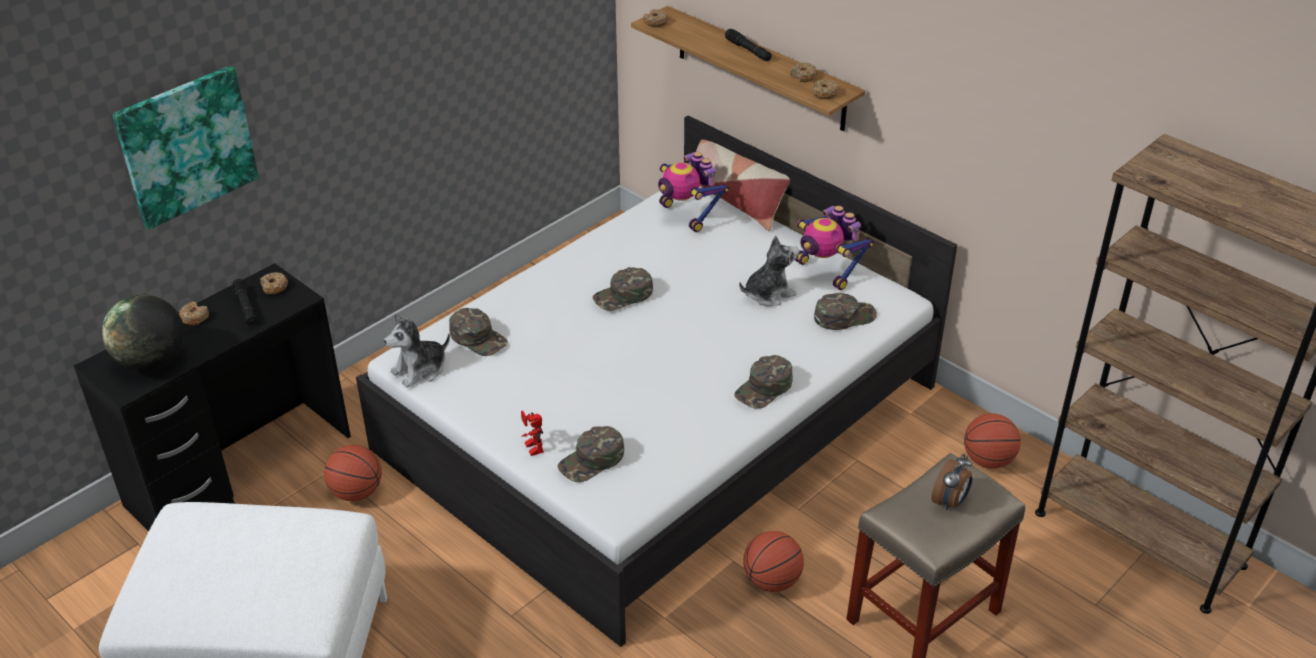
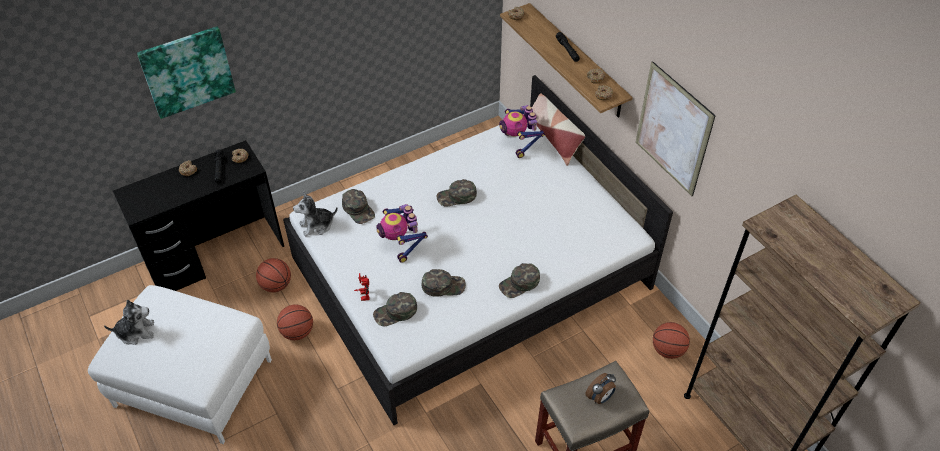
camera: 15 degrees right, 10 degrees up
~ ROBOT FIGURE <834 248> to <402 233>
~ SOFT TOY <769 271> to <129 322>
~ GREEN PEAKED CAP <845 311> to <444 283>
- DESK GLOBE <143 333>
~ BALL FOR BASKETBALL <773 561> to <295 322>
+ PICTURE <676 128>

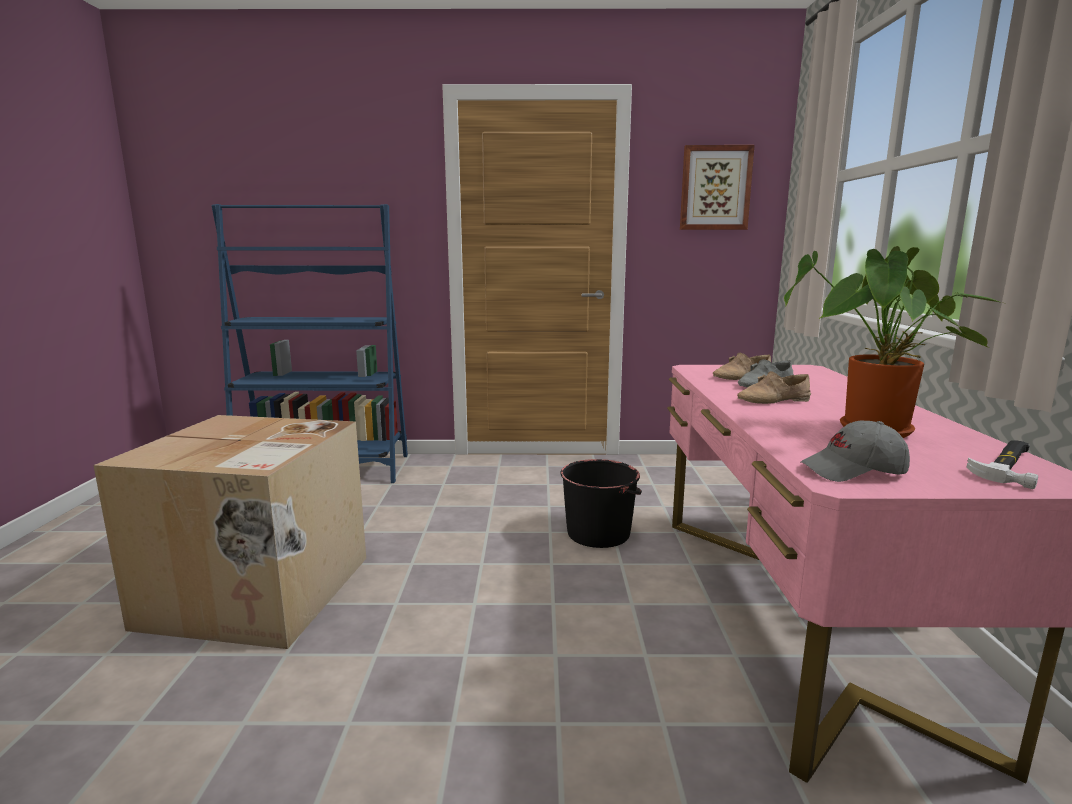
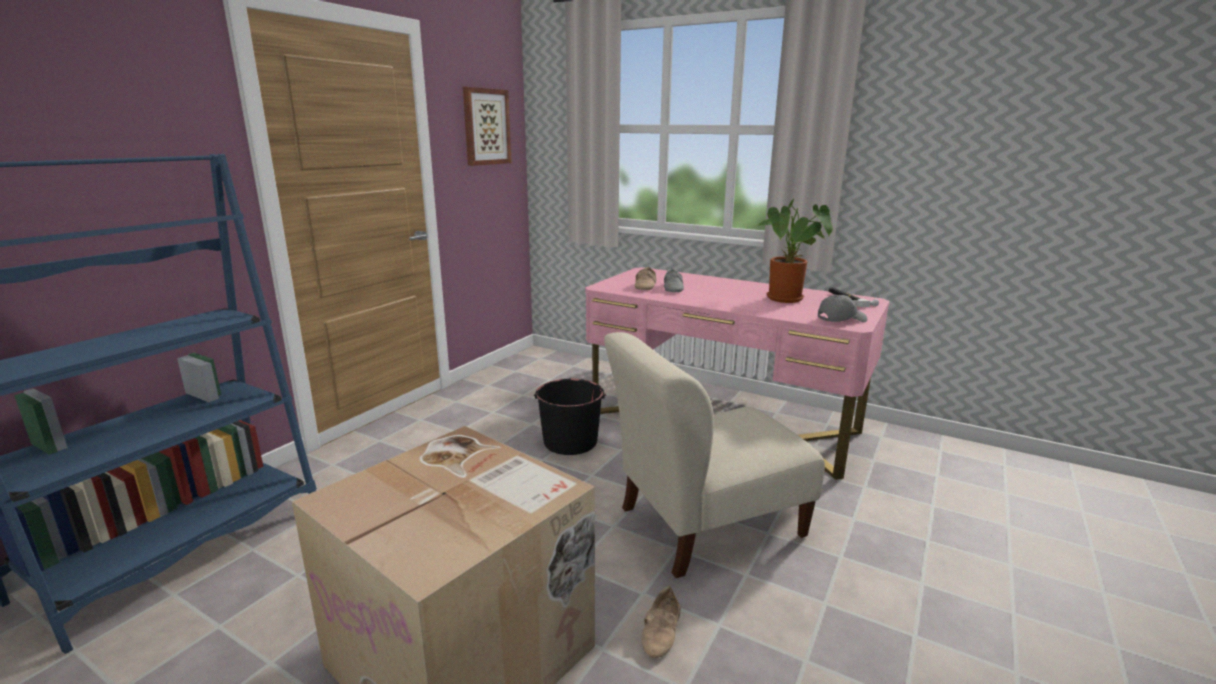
camera: 60 degrees left, 5 degrees up
~ SAND-COLOURED LOW SHOE <774 387> to <661 622>
~ GRAY PEAKED CAP <855 451> = <843 308> 135 degrees counterclockwise
+ SAND-COLOURED UPRIGHT CHAIR <714 455>

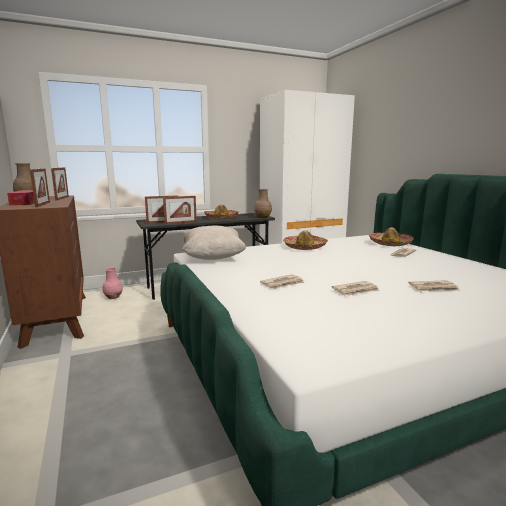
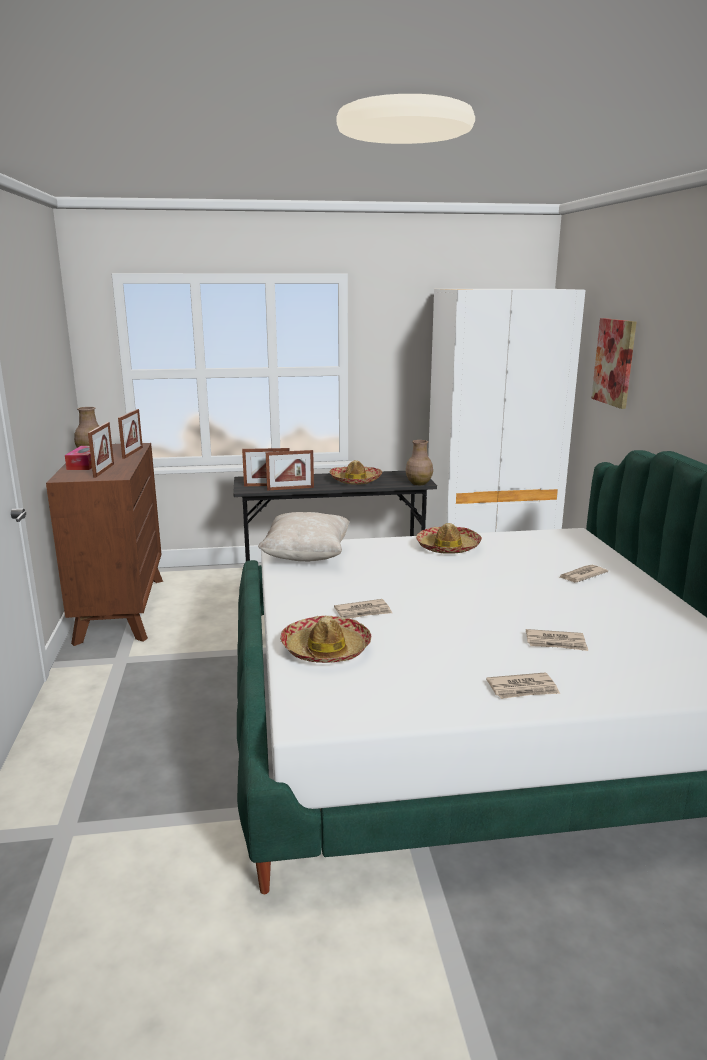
camera: 15 degrees right, 5 degrees up
~ WEARABLE HAT <391 236> to <325 639>
- PINKISH DECORATIVE VASE <113 283>
~ PRINTED PAPER <356 288> to <523 685>
+ PICTURE <613 363>

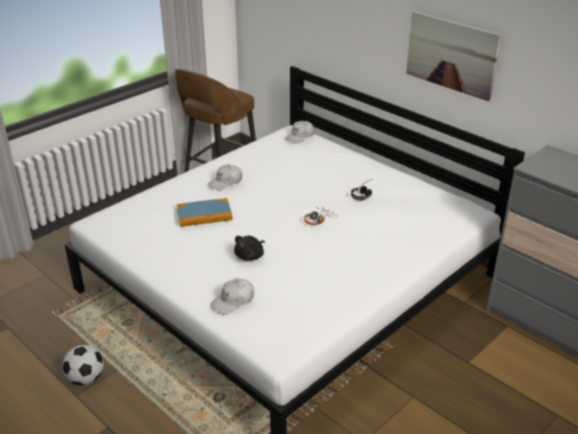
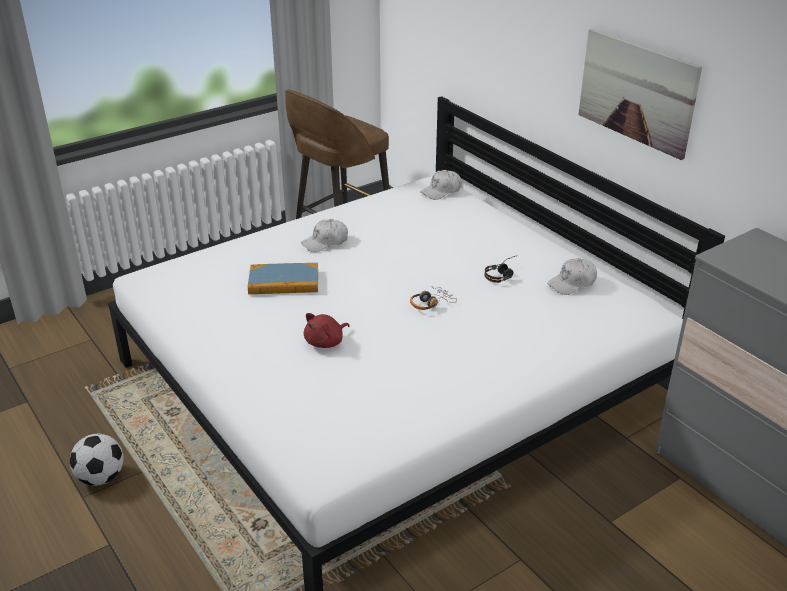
camera: 10 degrees right, 0 degrees up
~ BLACKISH SOFT TOY <249 248> to REDDISH SOFT TOY <327 330>
~ WHITE-COLOURED PEAKED CAP <232 296> to <572 276>

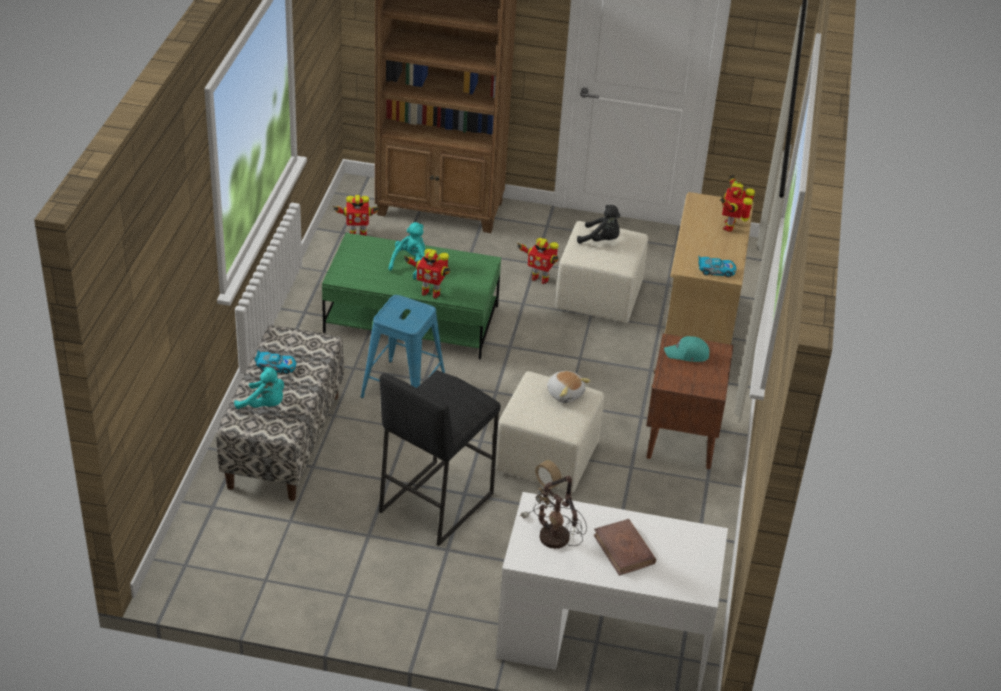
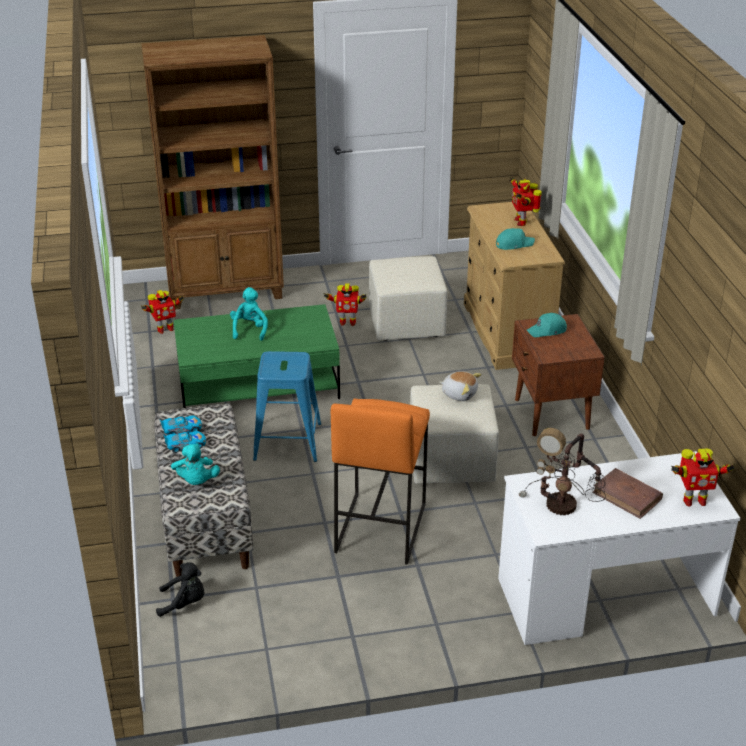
camera: 20 degrees left, 5 degrees down
~ BLACKISH SOFT TOY <598 224> to <180 589>
~ ROBOT FIGURE <427 273> to <703 477>
~ TOY CAR <717 266> to <181 425>
~ TURQUOISE-COLOURED SOFT TOY <259 388> = <195 464> 75 degrees clockwise
~ BLACKISH STOOL SEAT <440 458> to ORANGE STOOL SEAT <380 482>
+ TURQUOISE-COLOURED PEAKED CAP <515 239>

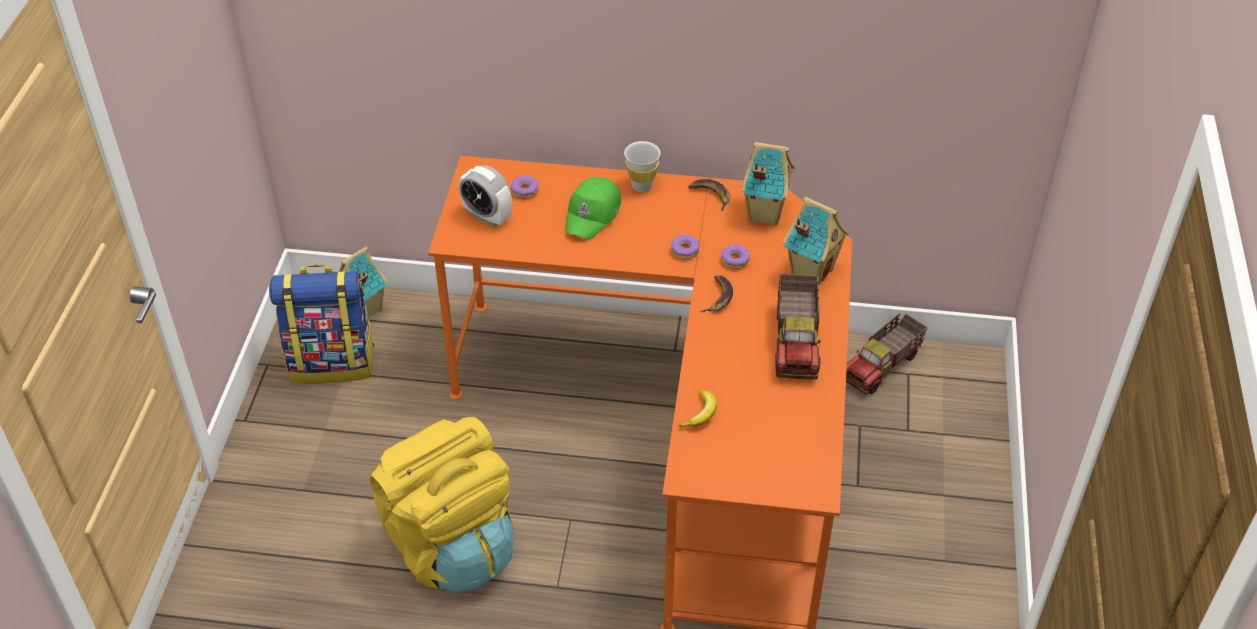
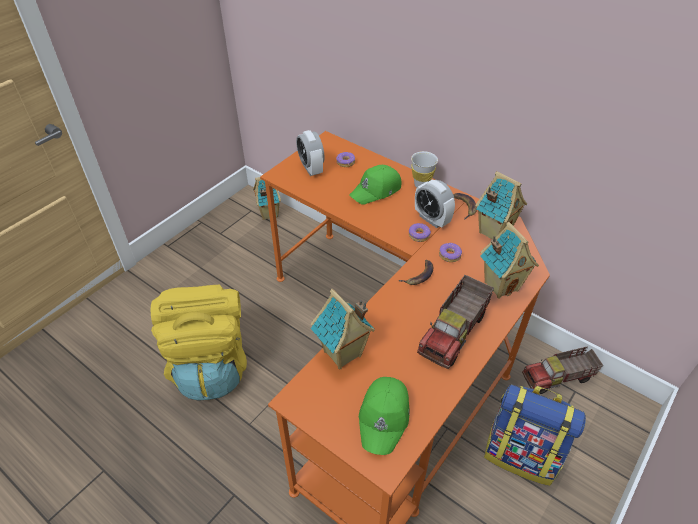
camera: 30 degrees right, 0 degrees up
~ BACKPACK <322 324> to <535 435>
~ WHOLE BANANA <697 408> to MODEL HOUSE <343 329>
+ ALARM CLOCK <435 204>
+ GREEN PEAKED CAP <384 416>

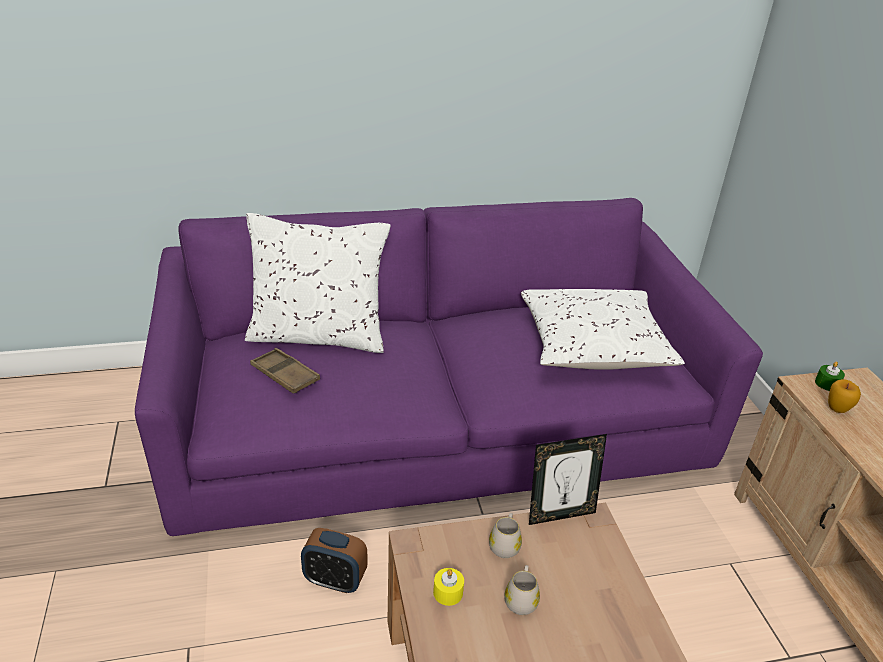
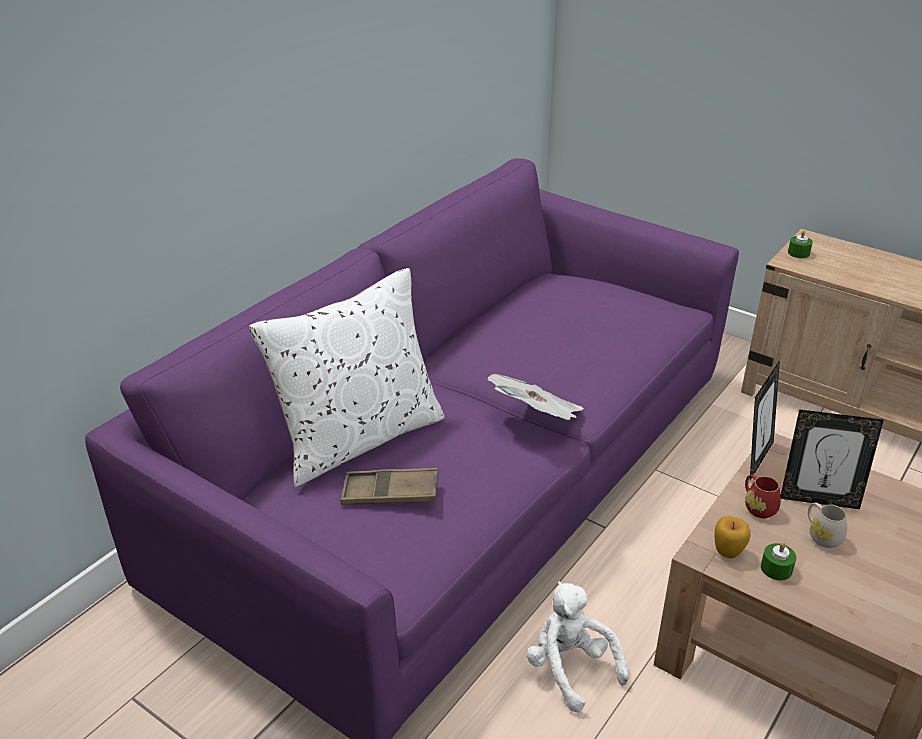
camera: 40 degrees left, 0 degrees up
- WHITE-COLOURED THROW PILLOW <603 329>
~ WHOLE APPLE <844 396> to <732 537>
~ WHITE-COLOURED MUG <505 535> to REDDISH MUG <763 496>
~ ALARM CLOCK <334 560> to WHITE-COLOURED SOFT TOY <577 647>
~ YELLOWISH CANDLE <448 587> to GREEN CANDLE <778 561>
+ PRINTED PAPER <536 397>
+ PHOTO FRAME <832 459>

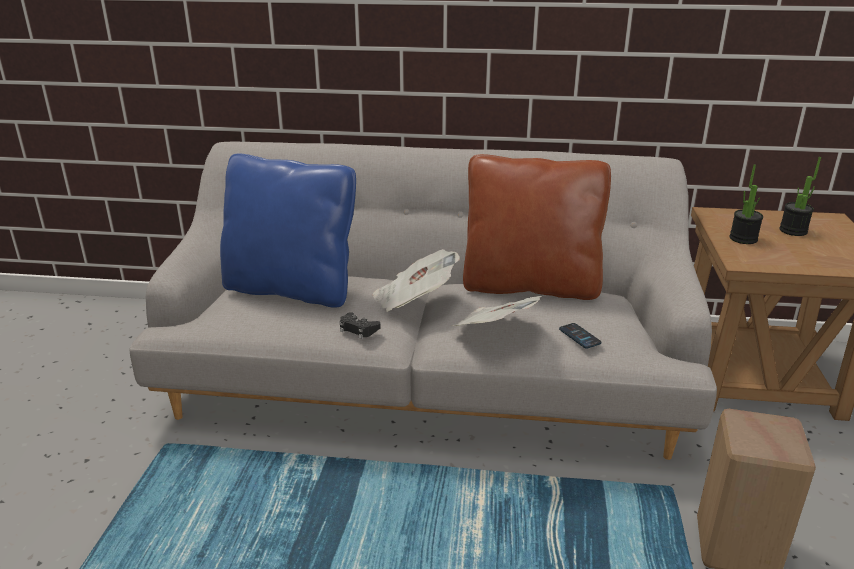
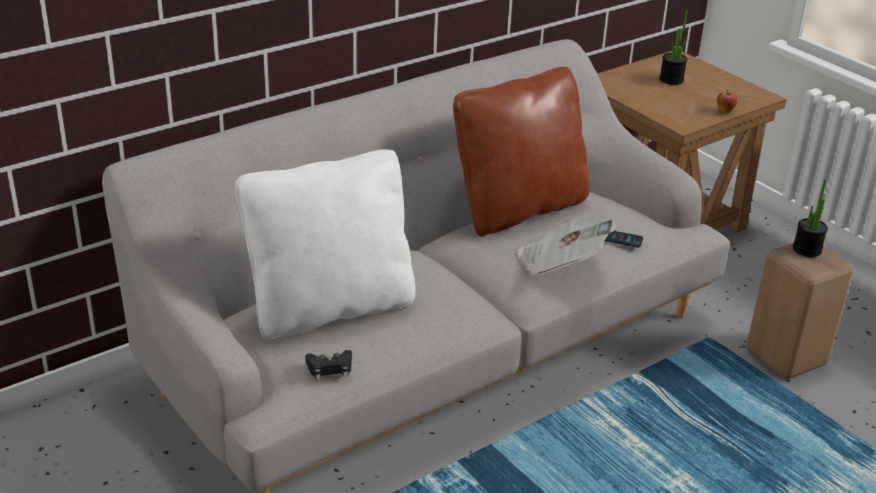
camera: 45 degrees left, 5 degrees up
~ BLUISH THROW PILLOW <288 231> to WHITE-COLOURED THROW PILLOW <325 244>
~ HOUSEPLANT <746 204> to <810 218>
- PRINTED PAPER <416 280>
~ BLACKISH JOYPAD <360 325> to <328 364>
+ WHOLE APPLE <727 101>

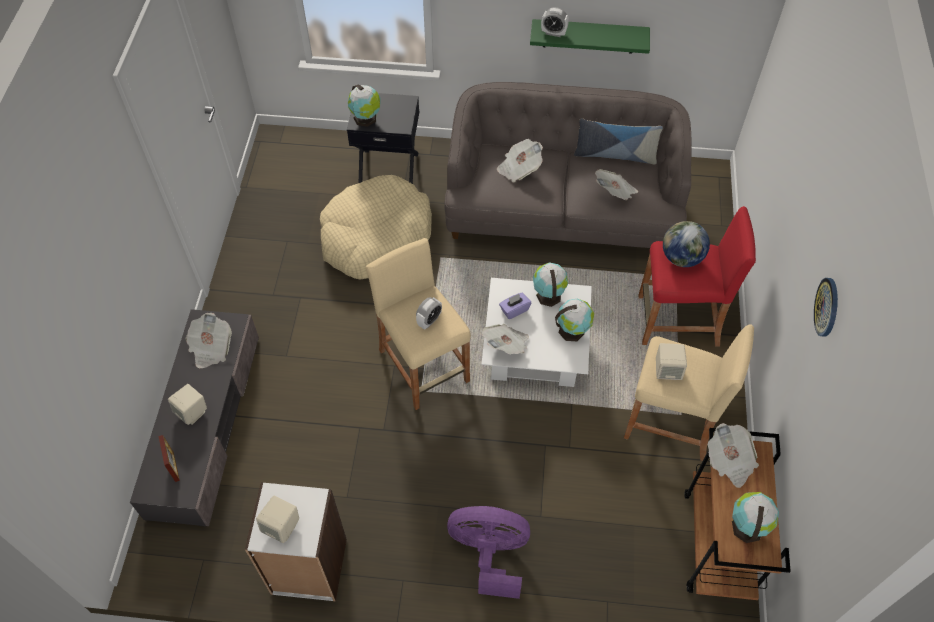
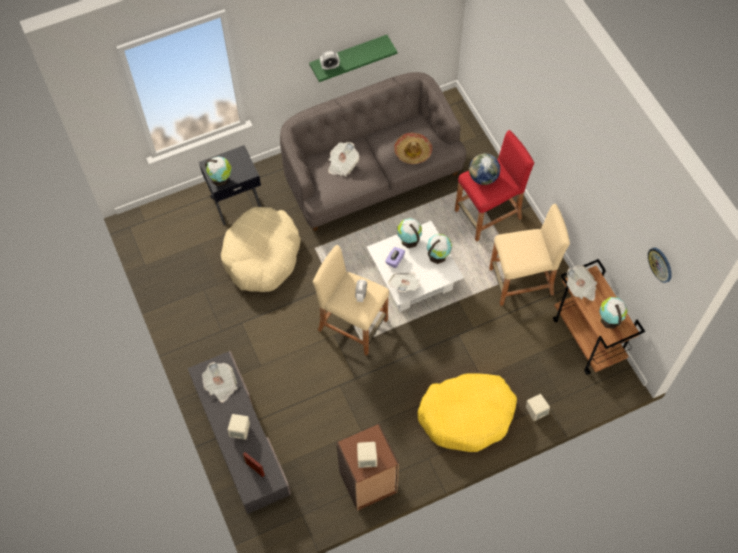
camera: 30 degrees left, 5 degrees up
- THROW PILLOW <618 141>
~ PRINTED PAPER <616 184> to WEARABLE HAT <413 148>
~ CLOCK ON THE WALL <826 307> to <660 265>
~ SAND-COLOURED LOUDSPEAKER <671 361> to <538 407>
~ WHITE-COLOURED BOOKSHELF <296 542> to BROWN BOOKSHELF <367 467>
~ PURPLE COOLING FAN <488 552> to YELLOWISH DOG CUSHION <467 412>

